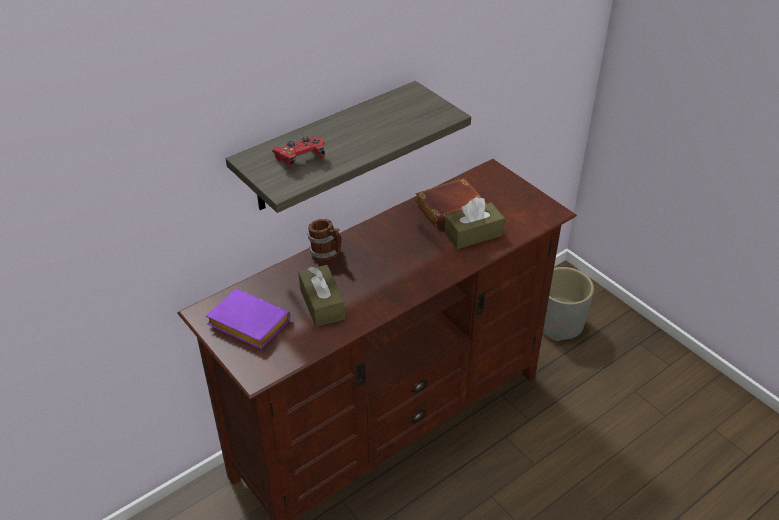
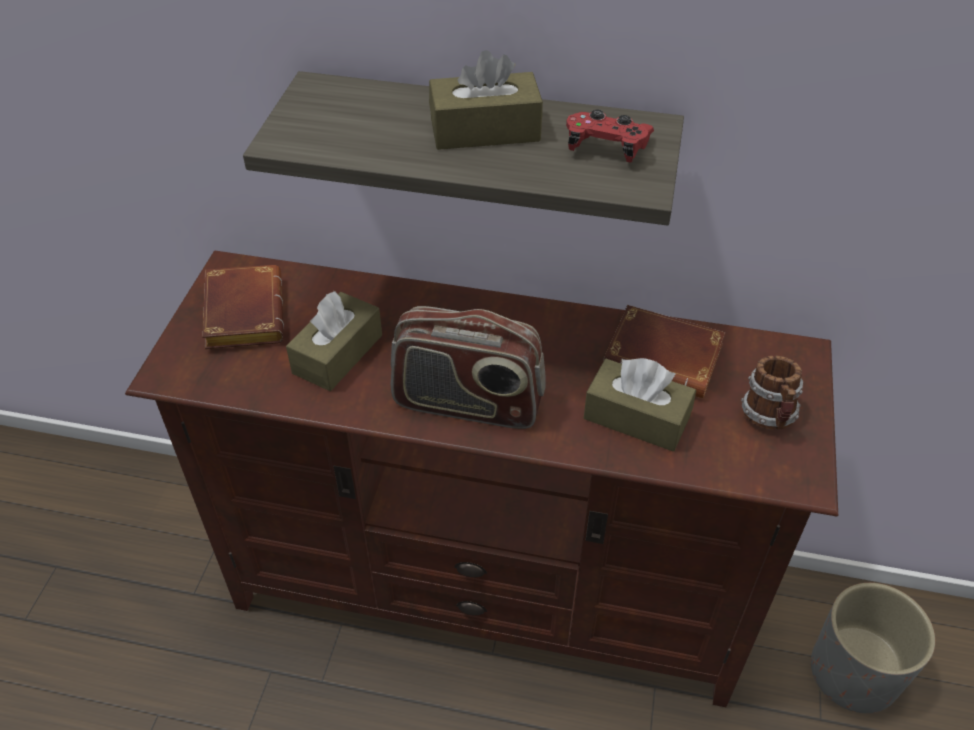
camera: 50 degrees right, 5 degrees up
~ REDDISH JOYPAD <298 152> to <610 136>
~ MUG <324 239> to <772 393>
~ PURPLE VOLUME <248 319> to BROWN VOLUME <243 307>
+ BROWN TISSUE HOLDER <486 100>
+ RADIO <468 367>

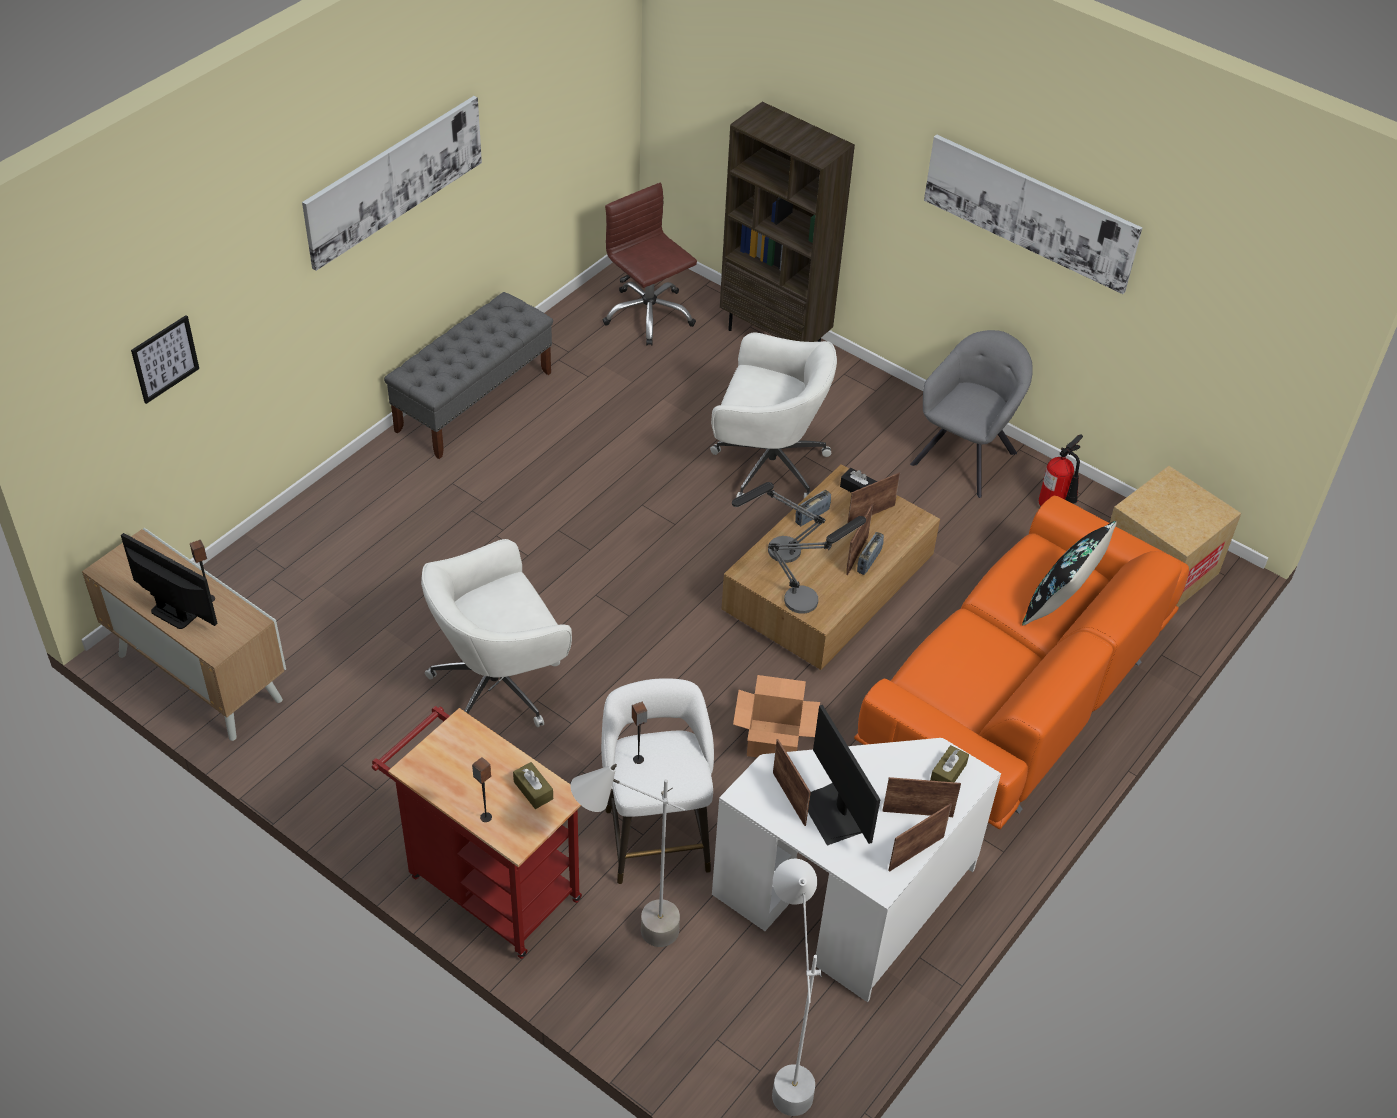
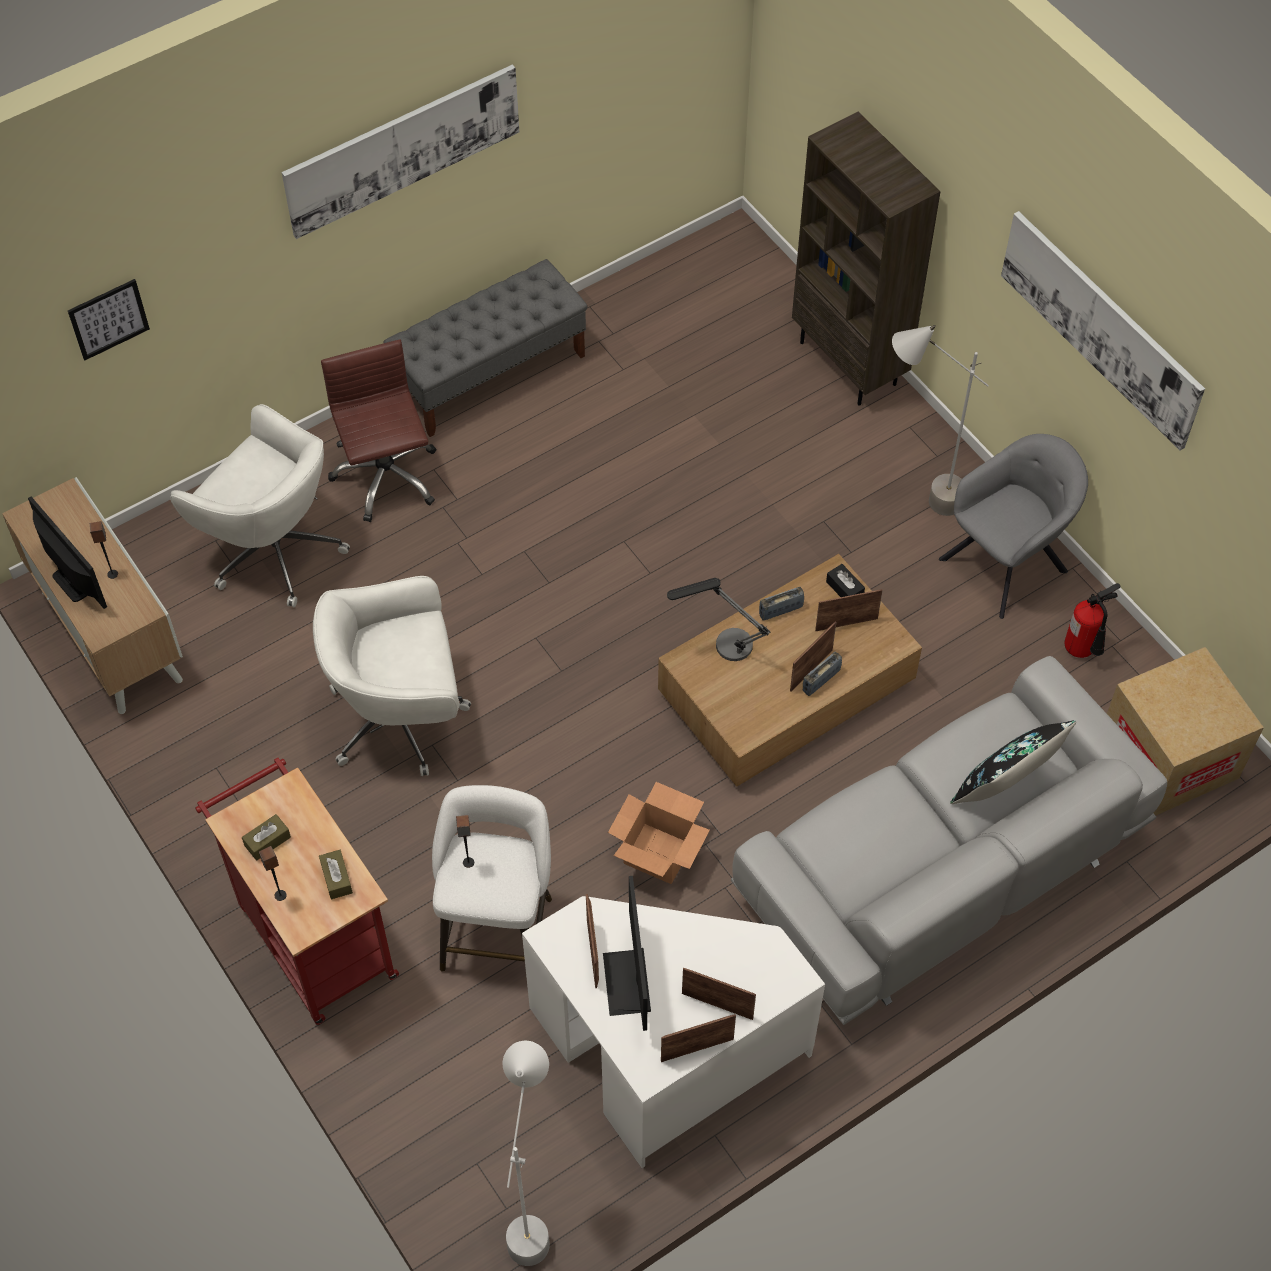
camera: 20 degrees right, 10 degrees up
~ BROWN OFFICE CHAIR <650 264> to <378 431>
~ WHITE-COLOURED OFFICE CHAIR <773 415> to <260 505>
~ ORANGE COUCH <1021 663> to GRAY COUCH <949 840>
- LAMP FOR A TABLE <817 565>
~ BROWN TISSUE HOLDER <949 763> to <266 837>
~ GRAY STANDARD LAMP <628 855> to <940 420>

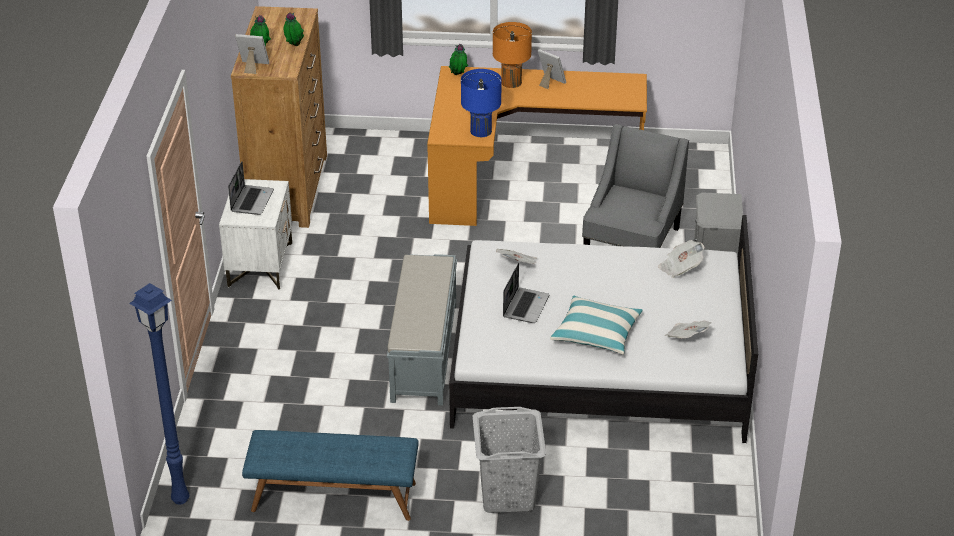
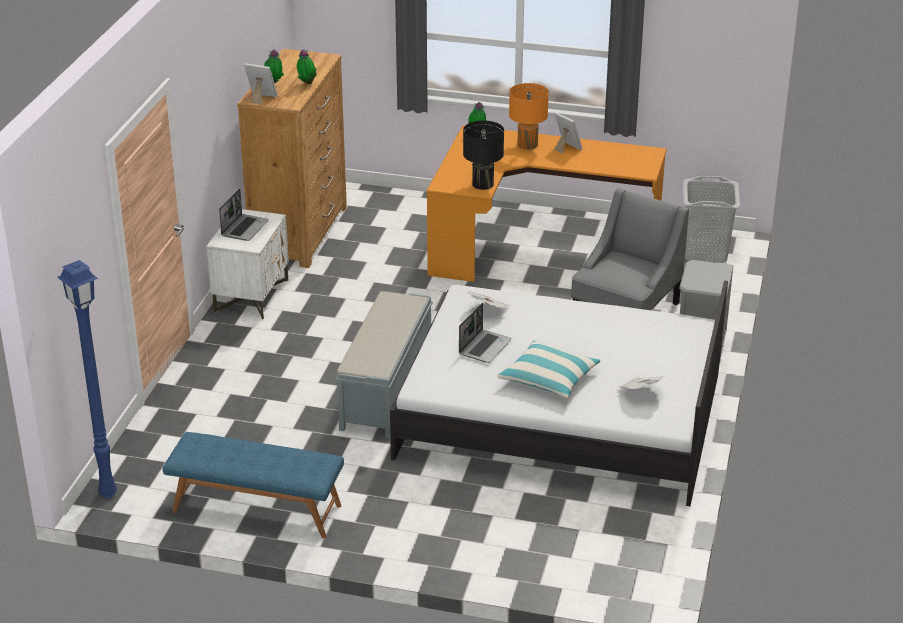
camera: 10 degrees right, 5 degrees down
~ BLUISH LAMP FOR A TABLE <481 103> to BLACKISH LAMP FOR A TABLE <483 155>
- PRINTED PAPER <681 259>
~ GRAY WASHING BASKET <509 460> to <711 219>

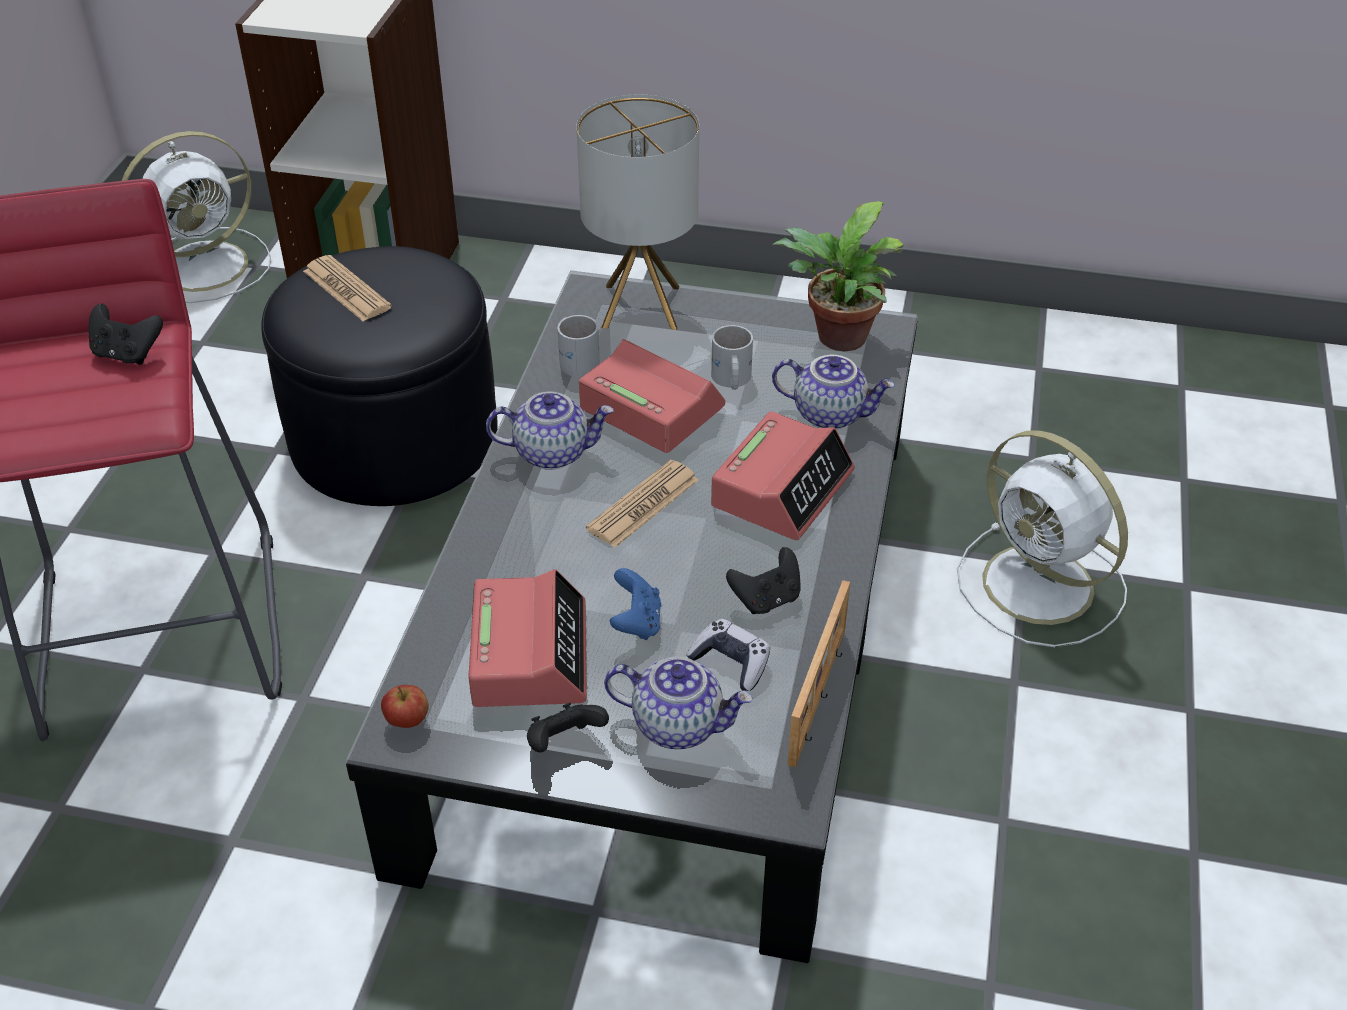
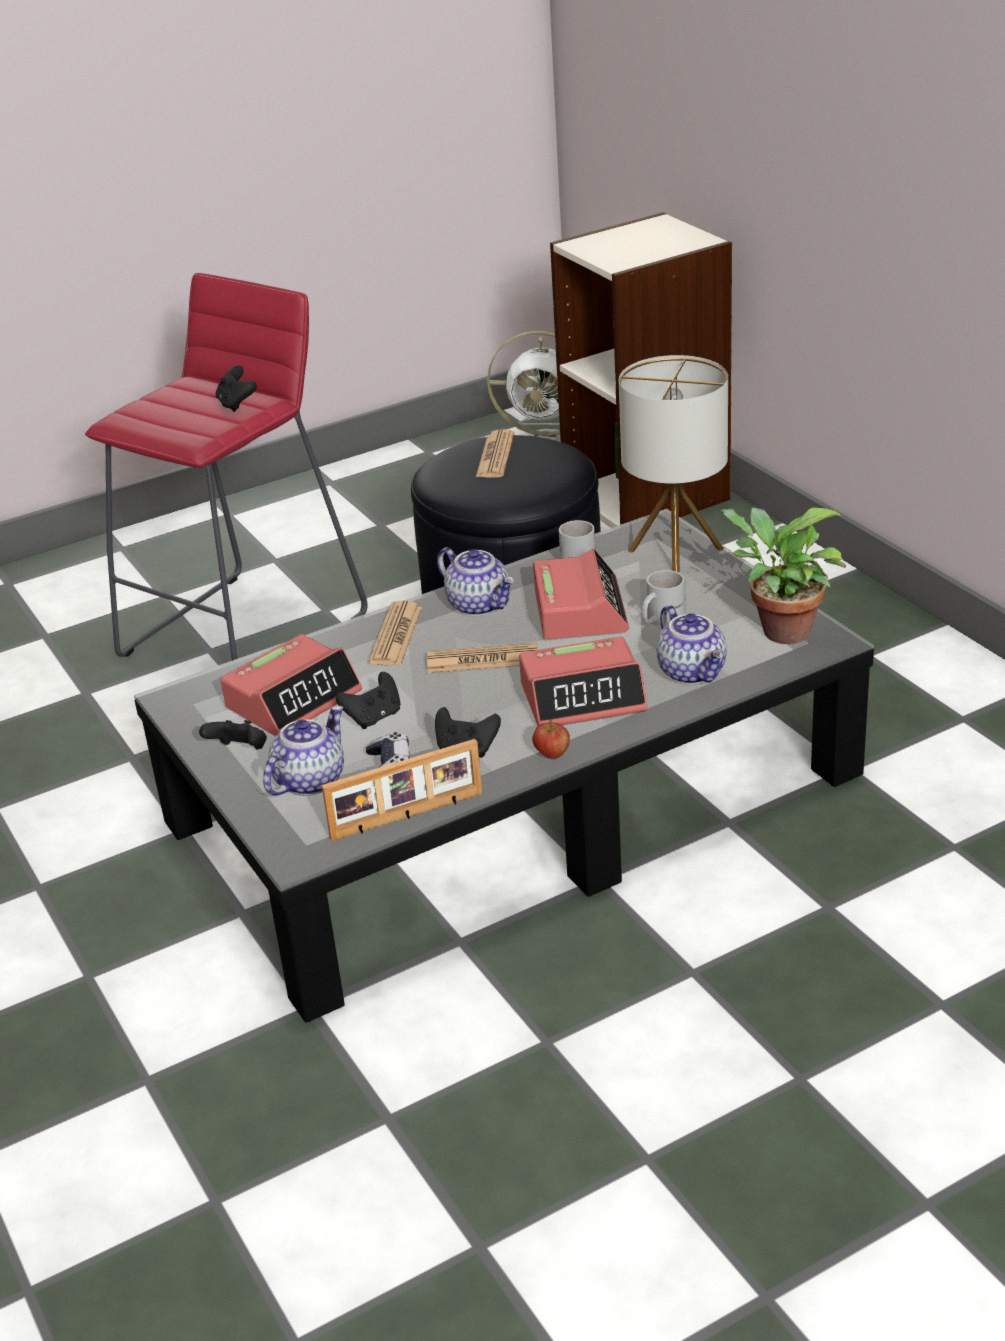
camera: 50 degrees right, 10 degrees down
- WHITE-COLOURED COOLING FAN <1042 538>
~ BLUISH JOYPAD <635 604> to BLACKISH JOYPAD <368 700>
~ TEAPOT <678 703> = <303 751> 120 degrees counterclockwise
~ WHOLE APPLE <405 706> to <551 739>
+ PRINTED PAPER <395 632>

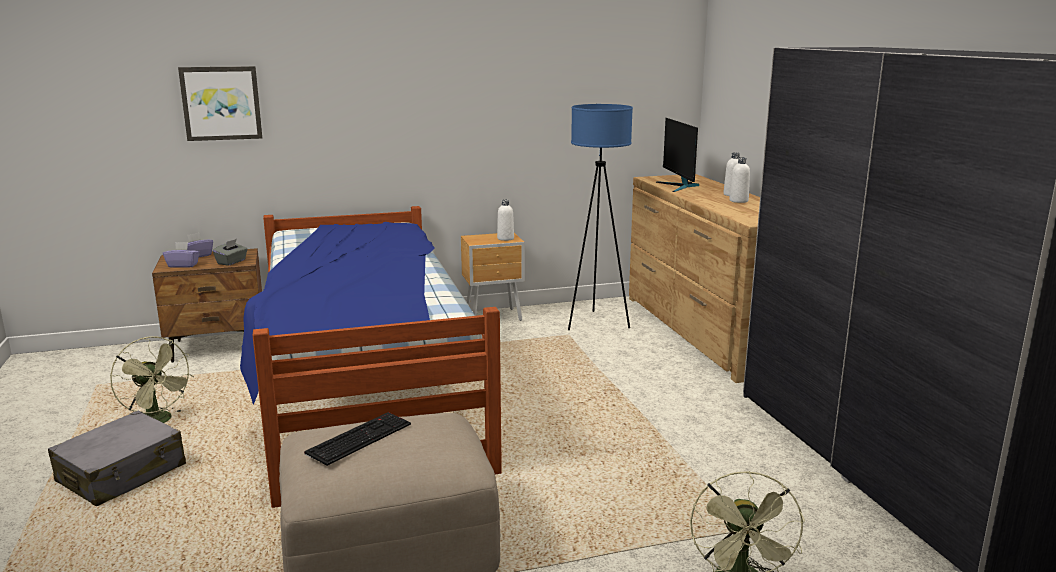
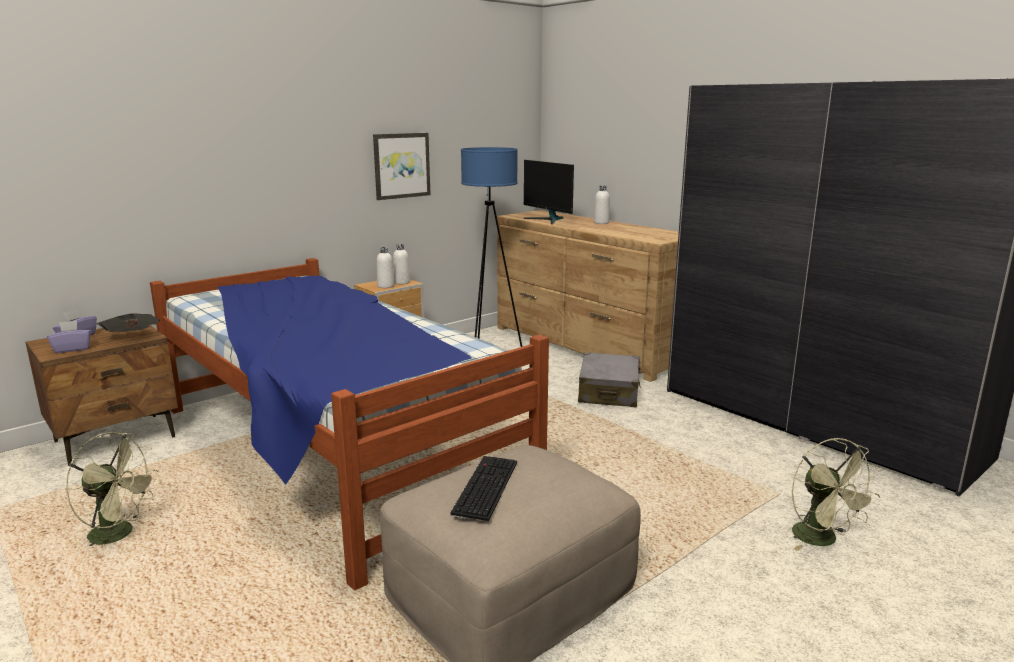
camera: 25 degrees left, 0 degrees up
~ PICTURE <220 103> to <401 166>
~ WHITE-COLOURED BEVERAGE BOTTLE <739 180> to <385 267>
~ GRAY TISSUE HOLDER <230 252> to PRINTED PAPER <128 322>
~ GRAY PIECE OF LUGGAGE <117 458> to <609 379>

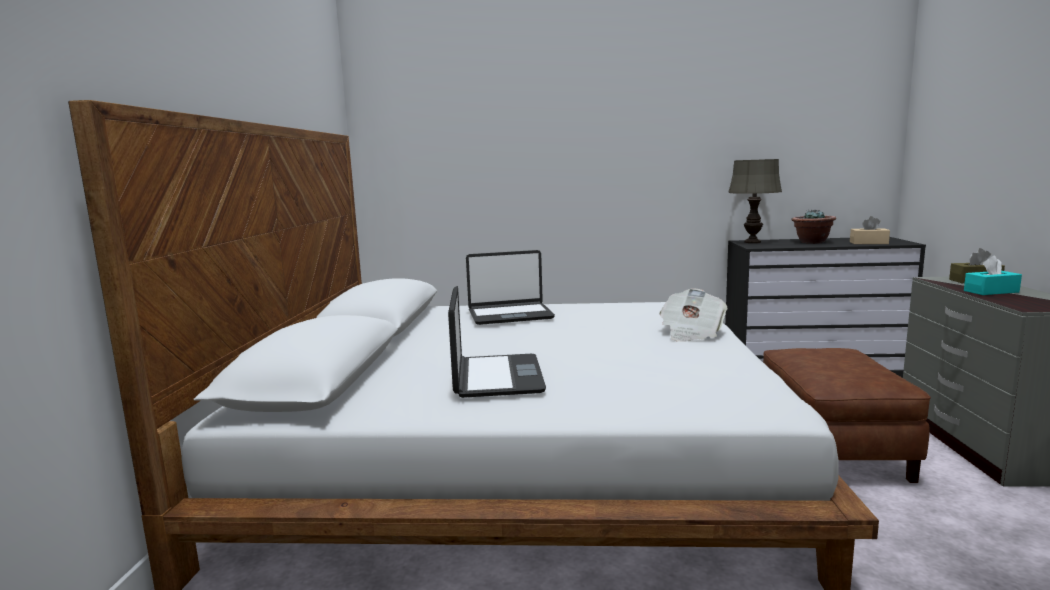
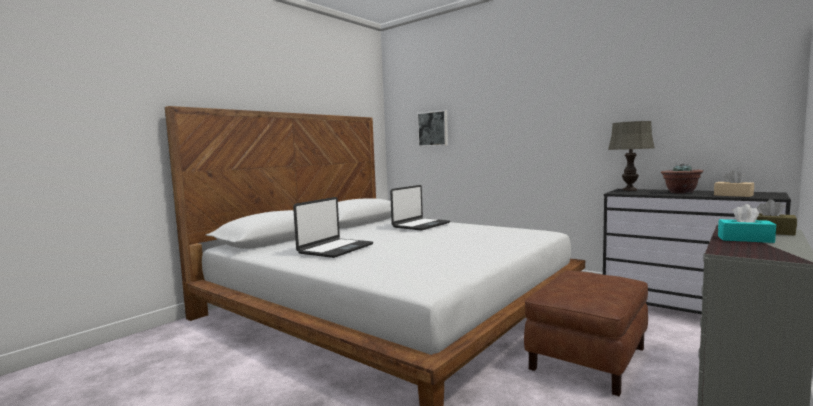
camera: 35 degrees right, 5 degrees down
~ NOTEBOOK COMPUTER <510 287> = <420 208> 75 degrees counterclockwise
- PRINTED PAPER <693 315>
+ PICTURE <432 128>

